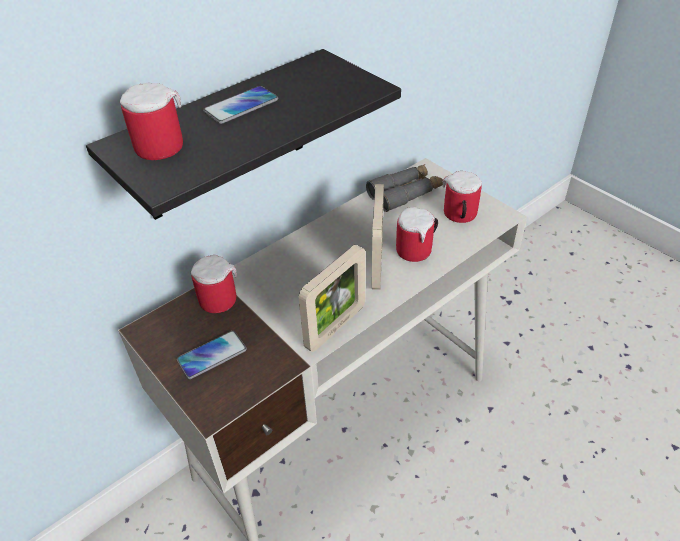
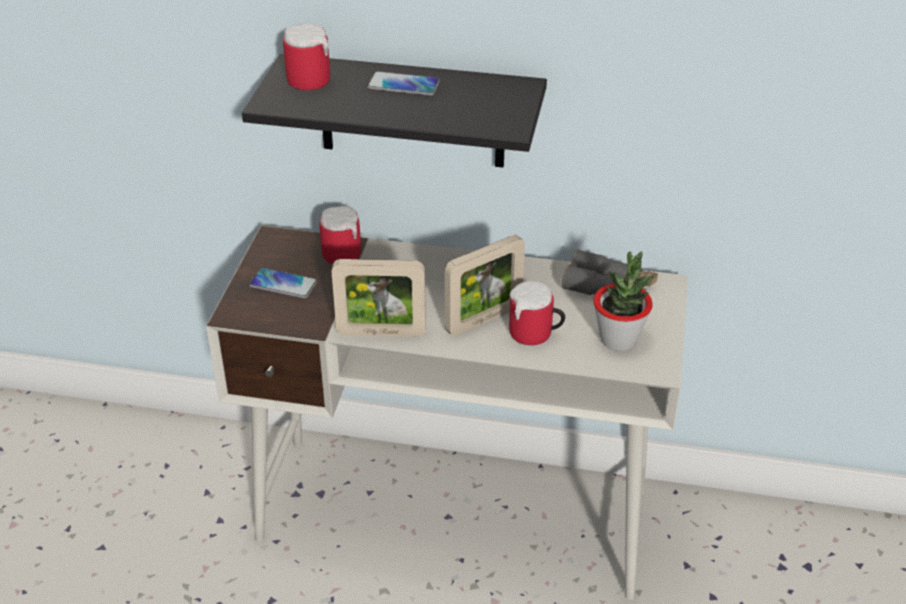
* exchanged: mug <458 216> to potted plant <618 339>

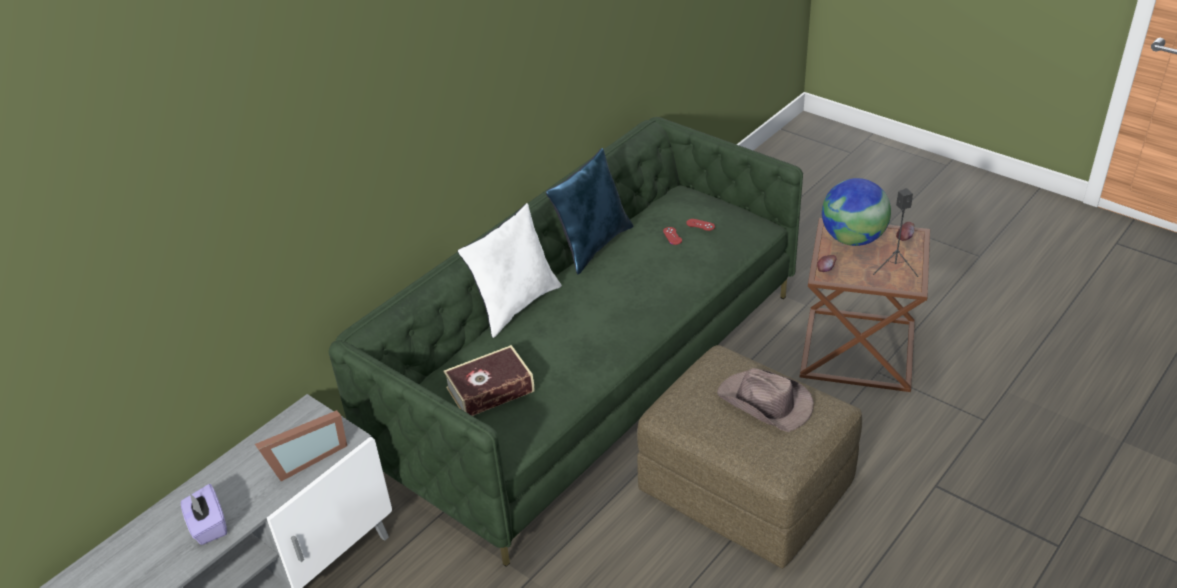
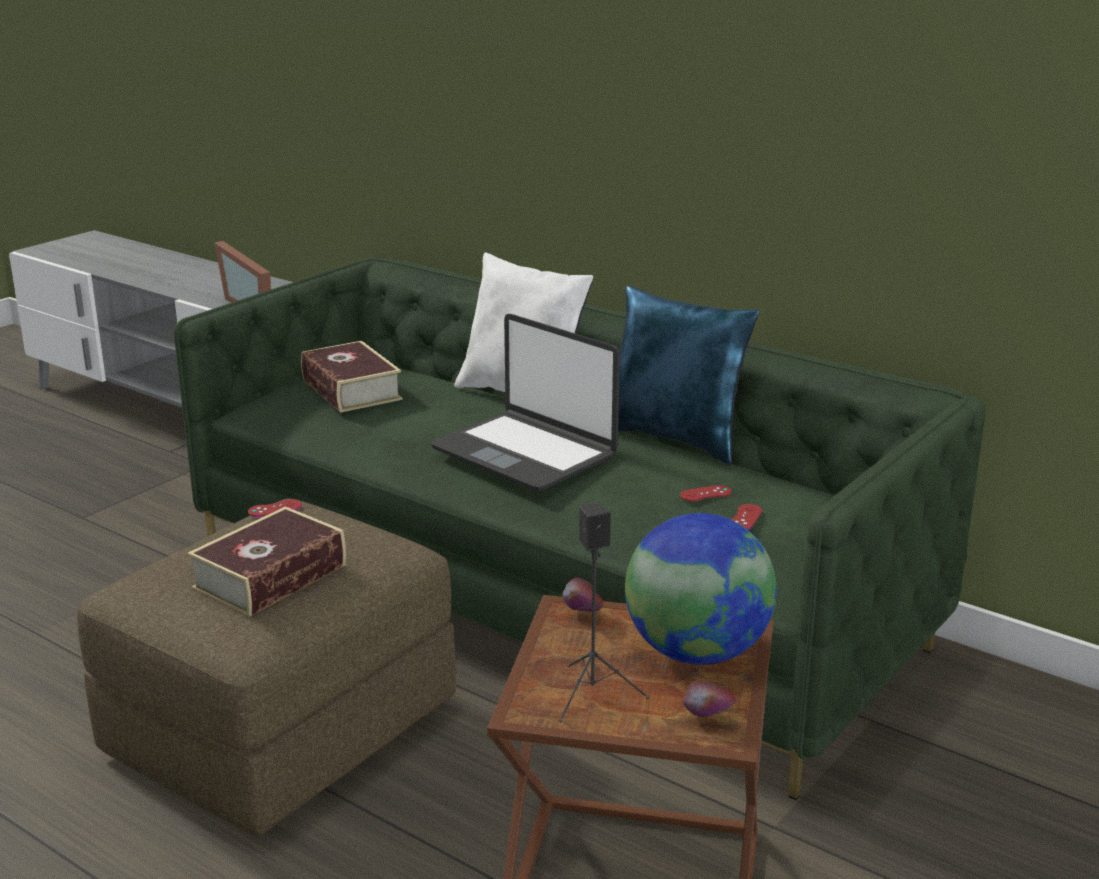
* missing: tissue holder (purple-coloured) <208 526>
* appeared: game controller (red) <275 508>
* appeared: notebook computer <525 452>
* exchanged: wearable hat (brown-coloured) <765 403> to bound book <270 577>

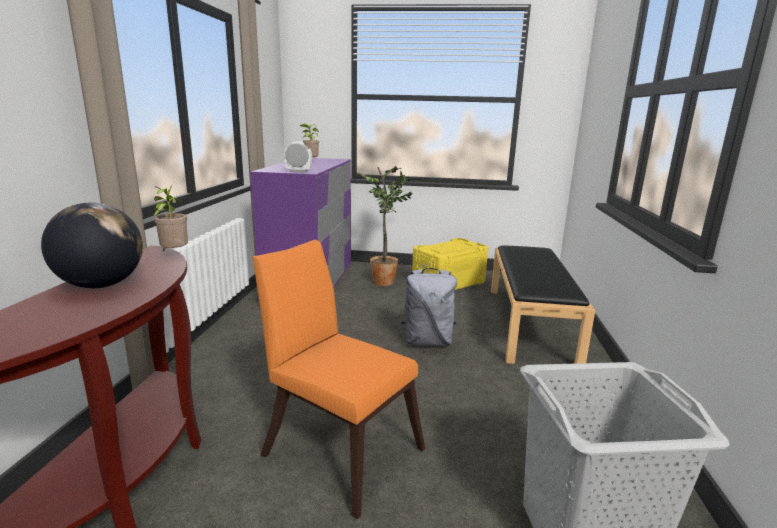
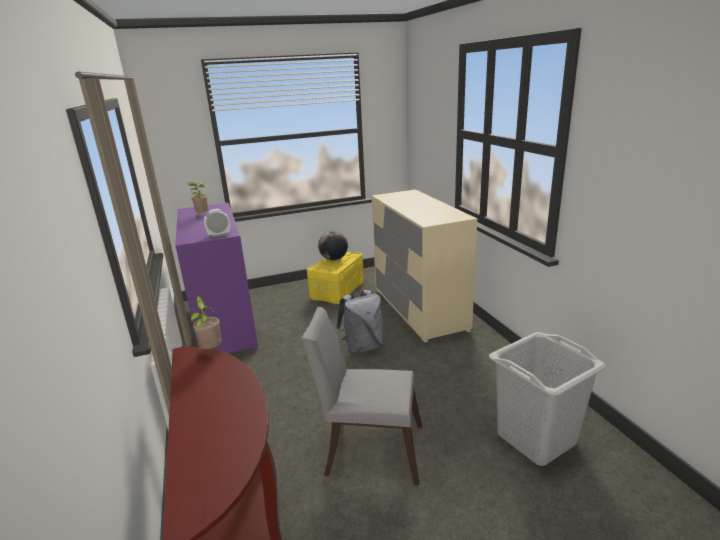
* missing: potted plant <384 281>
* relocated: world globe <101 285> to <334 259>
* exchanged: bench (black-coloured) <530 323> to chest of drawers (beige-coloured) <419 309>
* colour: upright chair (orange-coloured) <337 447> to upright chair (grey) <368 448>

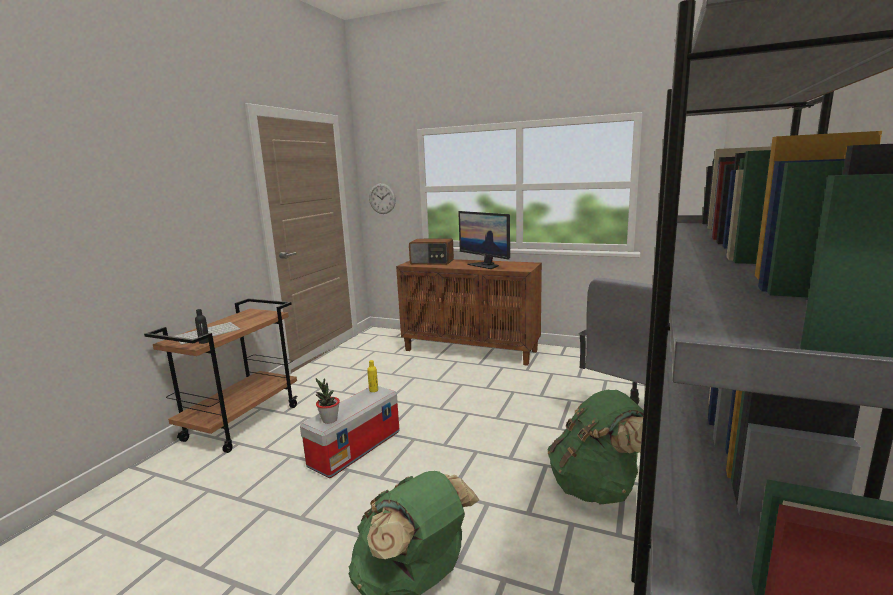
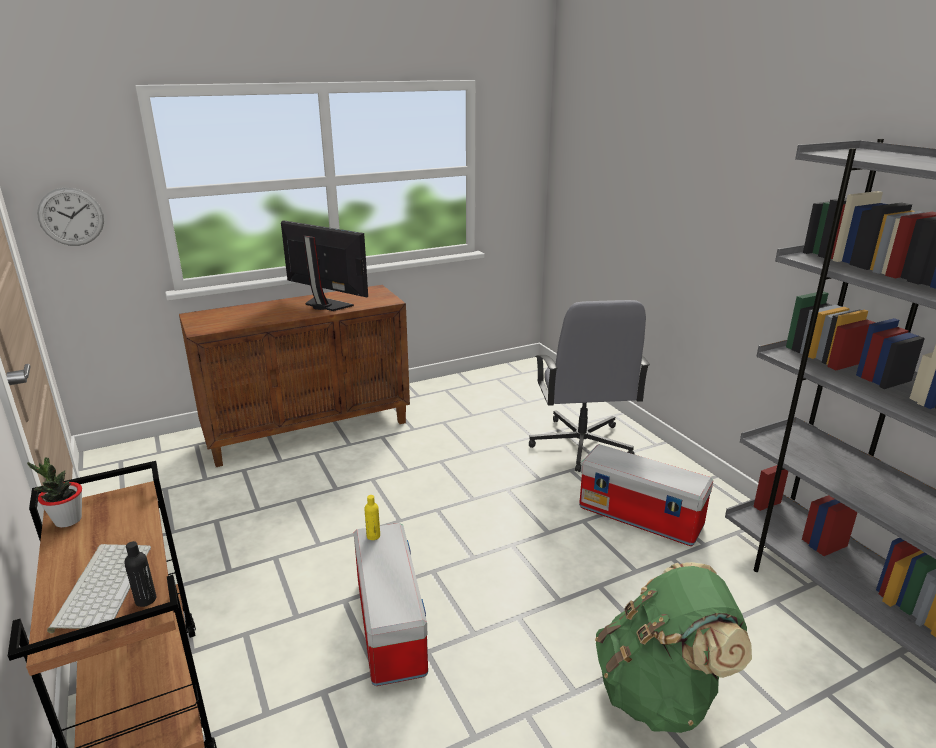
* missing: radio receiver <432 262>
* relocated: potted plant <329 420> to <68 520>
* exchanged: backpack (green) <596 487> to storage box <641 516>
* spun: computer display <485 265> = <325 305> 150 degrees counterclockwise

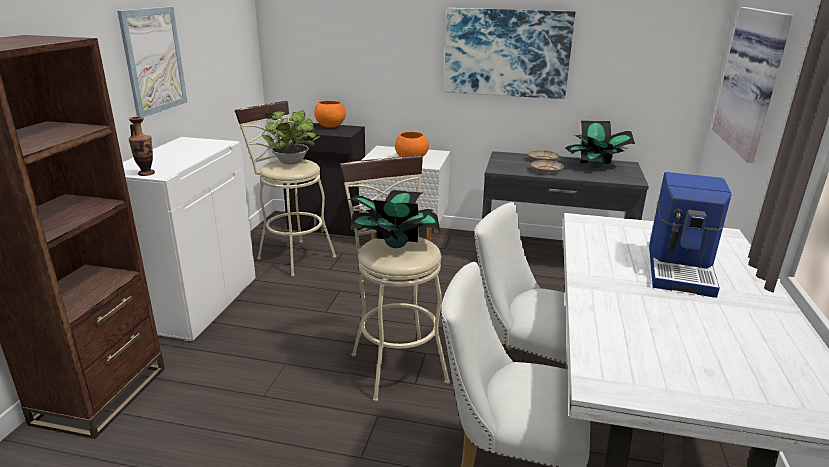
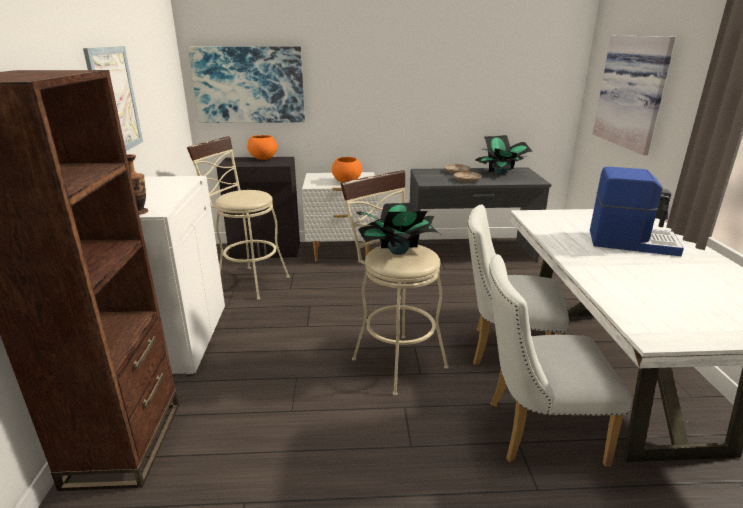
* missing: potted plant <293 163>
* relocated: picture <506 53> to <249 85>
* spun: coffee brewer <681 269> = <631 242> 75 degrees counterclockwise

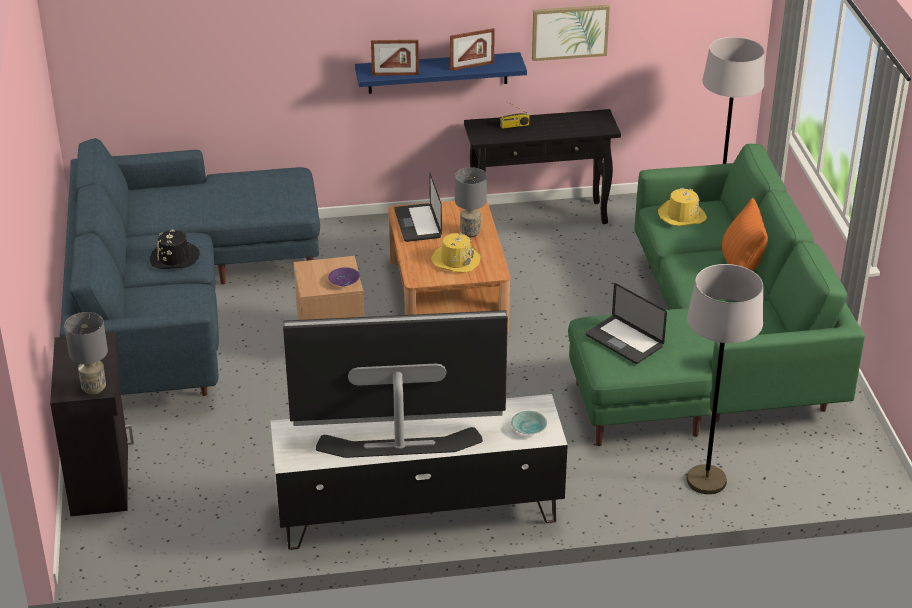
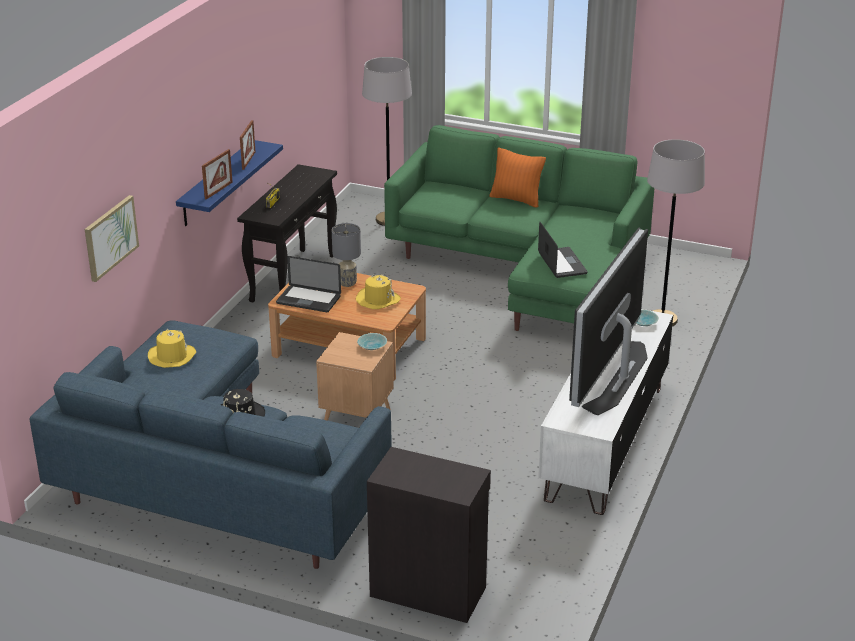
* missing: tabletop lamp (grey) <94 388>
* relocated: picture <570 32> to <110 237>
* relocated: wearable hat (yellow) <681 215> to <171 356>
* colour: bowl (purple-coloured) <343 282> to bowl (turquoise) <372 347>
* spun: notebook computer <624 341> = <562 263> 90 degrees counterclockwise

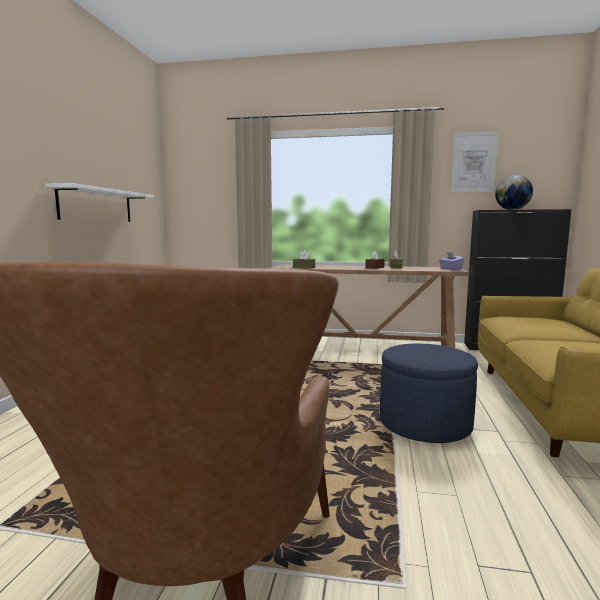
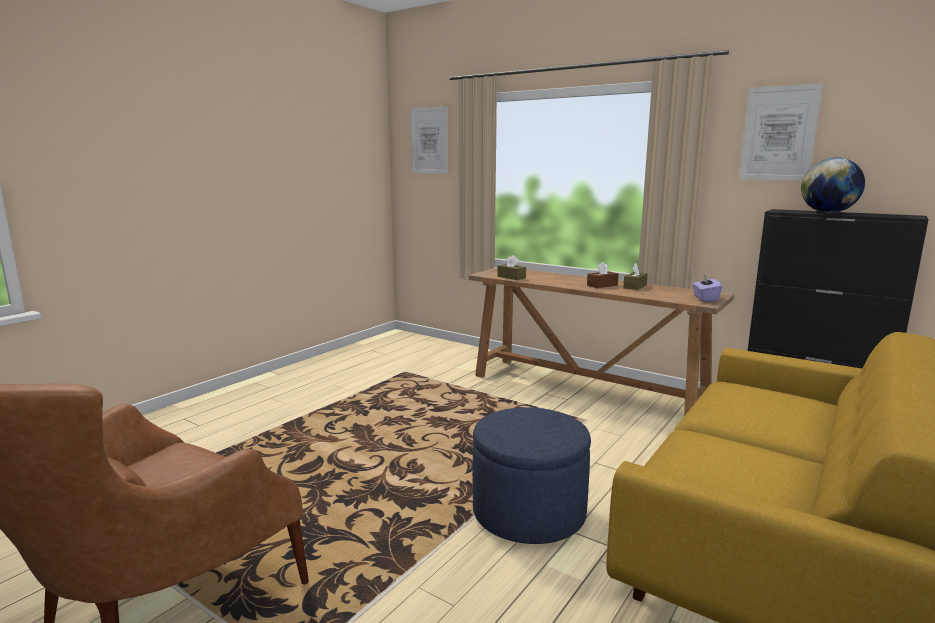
* missing: wall shelf (white) <96 205>
* appeared: picture <429 140>

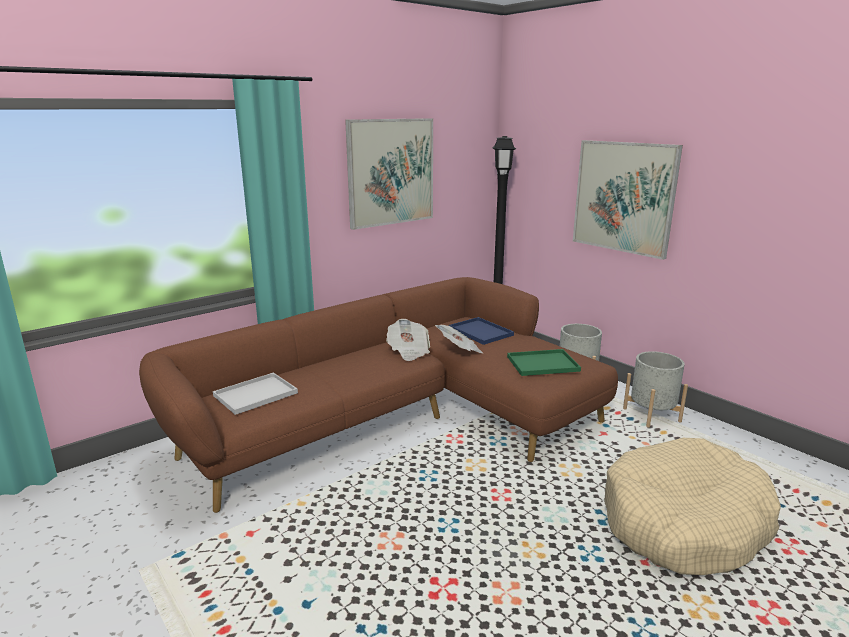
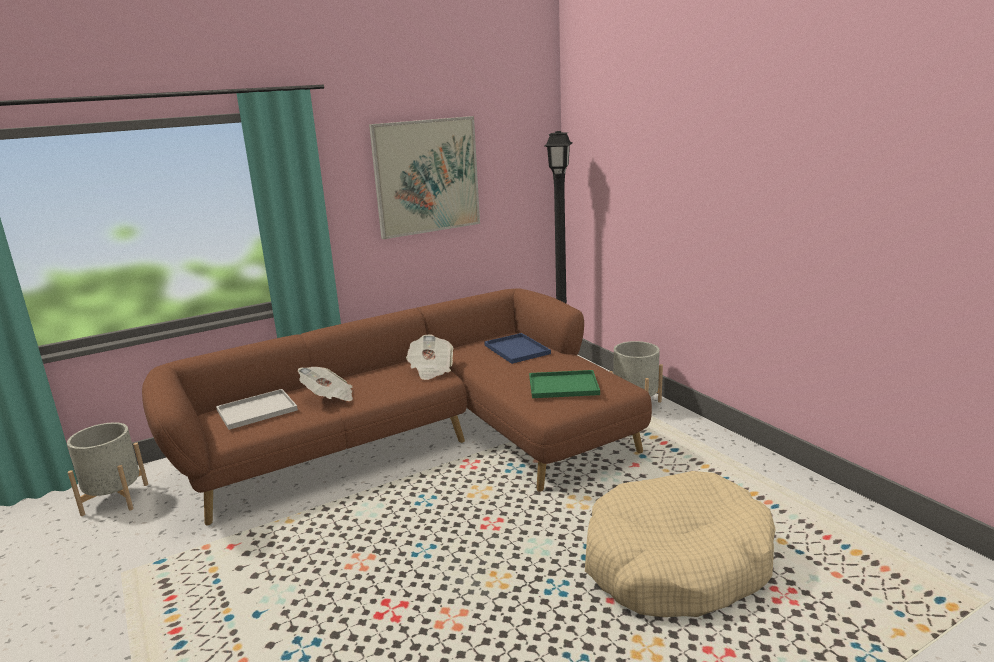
* missing: picture <624 197>
* relocated: printed paper <459 350> to <329 397>
* relocated: planter (grey) <651 415> to <115 499>

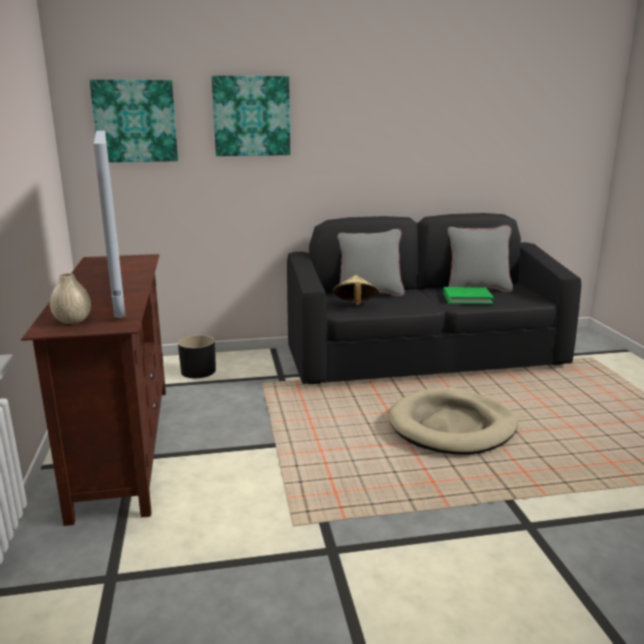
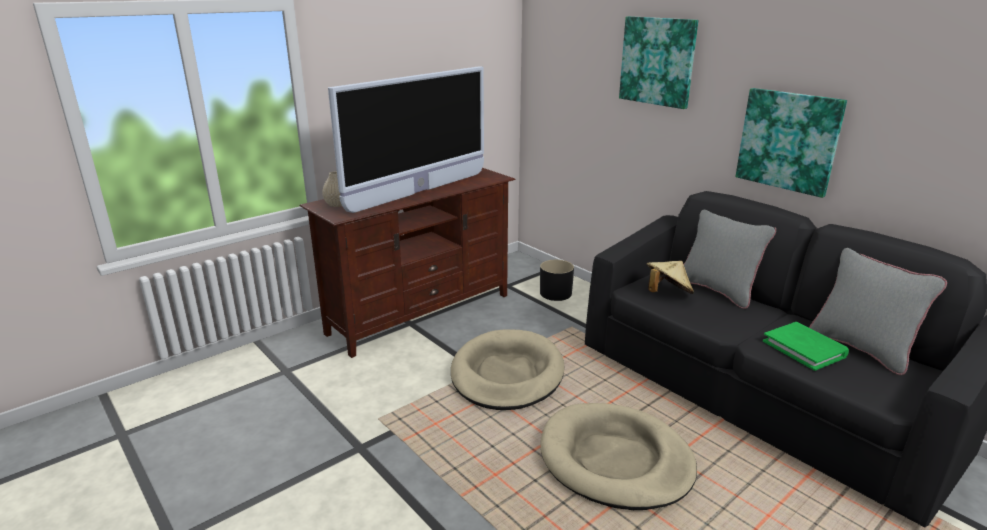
* appeared: dog cushion (beige-coloured) <507 374>
* relocated: picture <135 121> to <788 141>

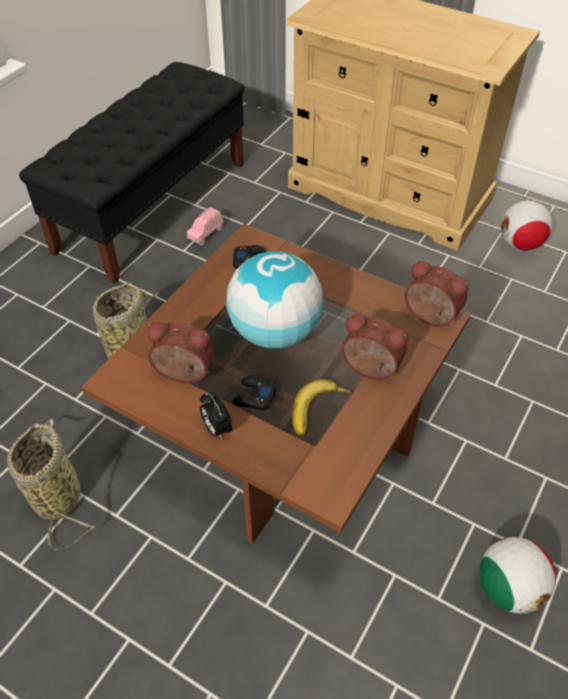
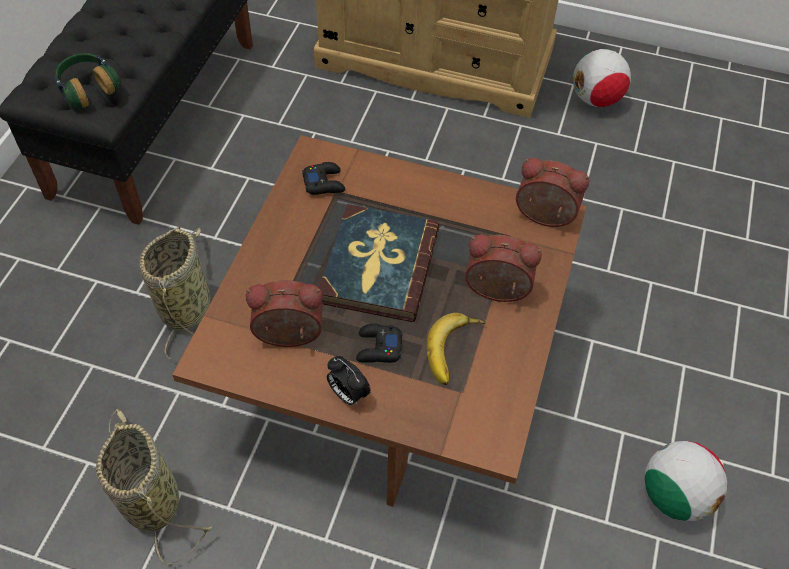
* missing: toy car (pinkish) <206 234>
* appeared: headset <88 89>
* exchanged: world globe <274 332> to bound book <378 266>

